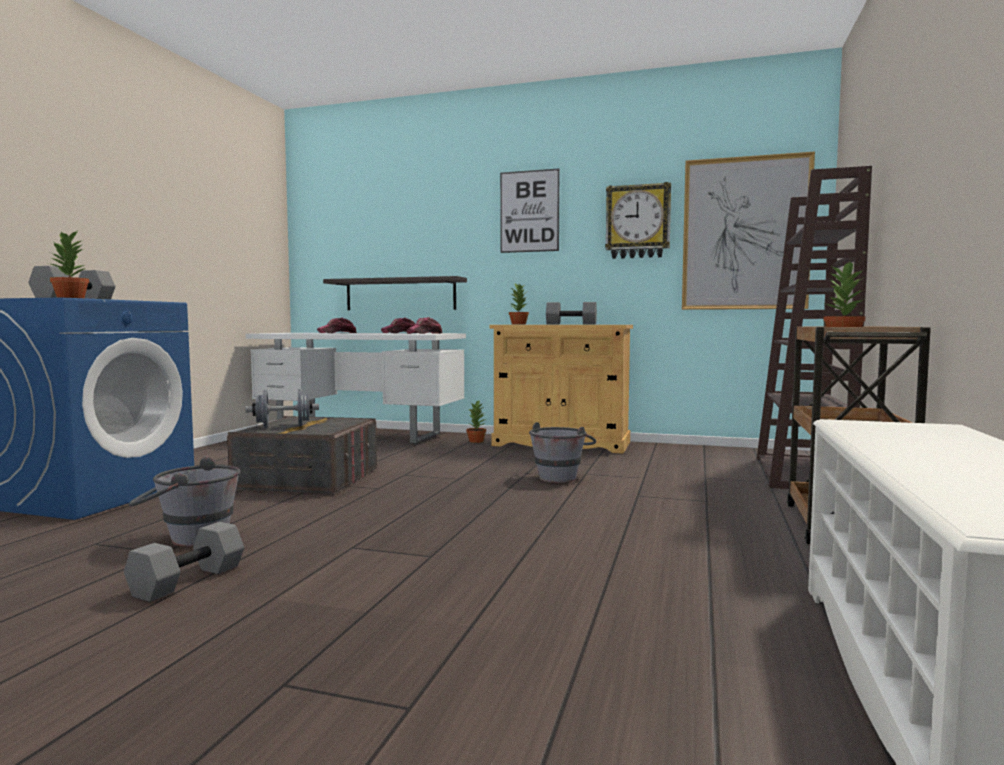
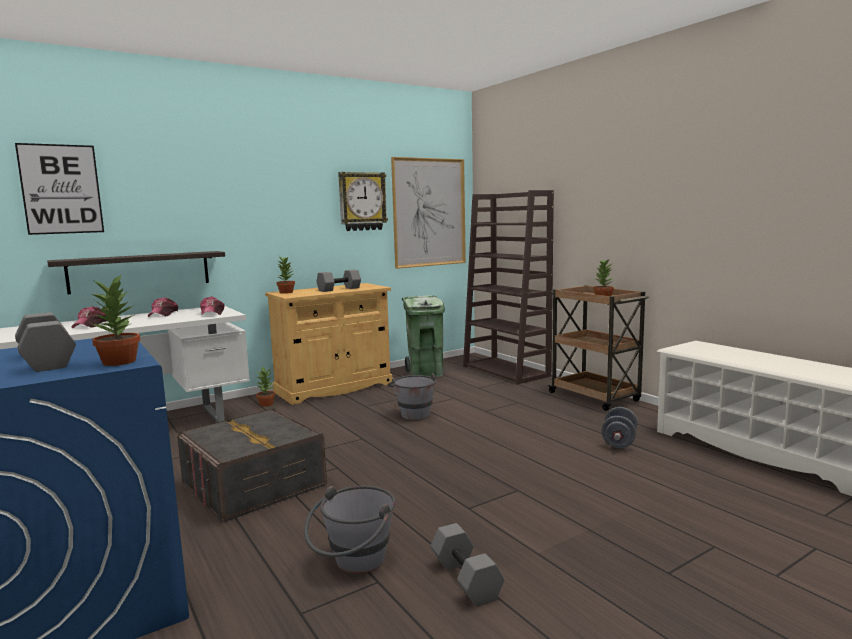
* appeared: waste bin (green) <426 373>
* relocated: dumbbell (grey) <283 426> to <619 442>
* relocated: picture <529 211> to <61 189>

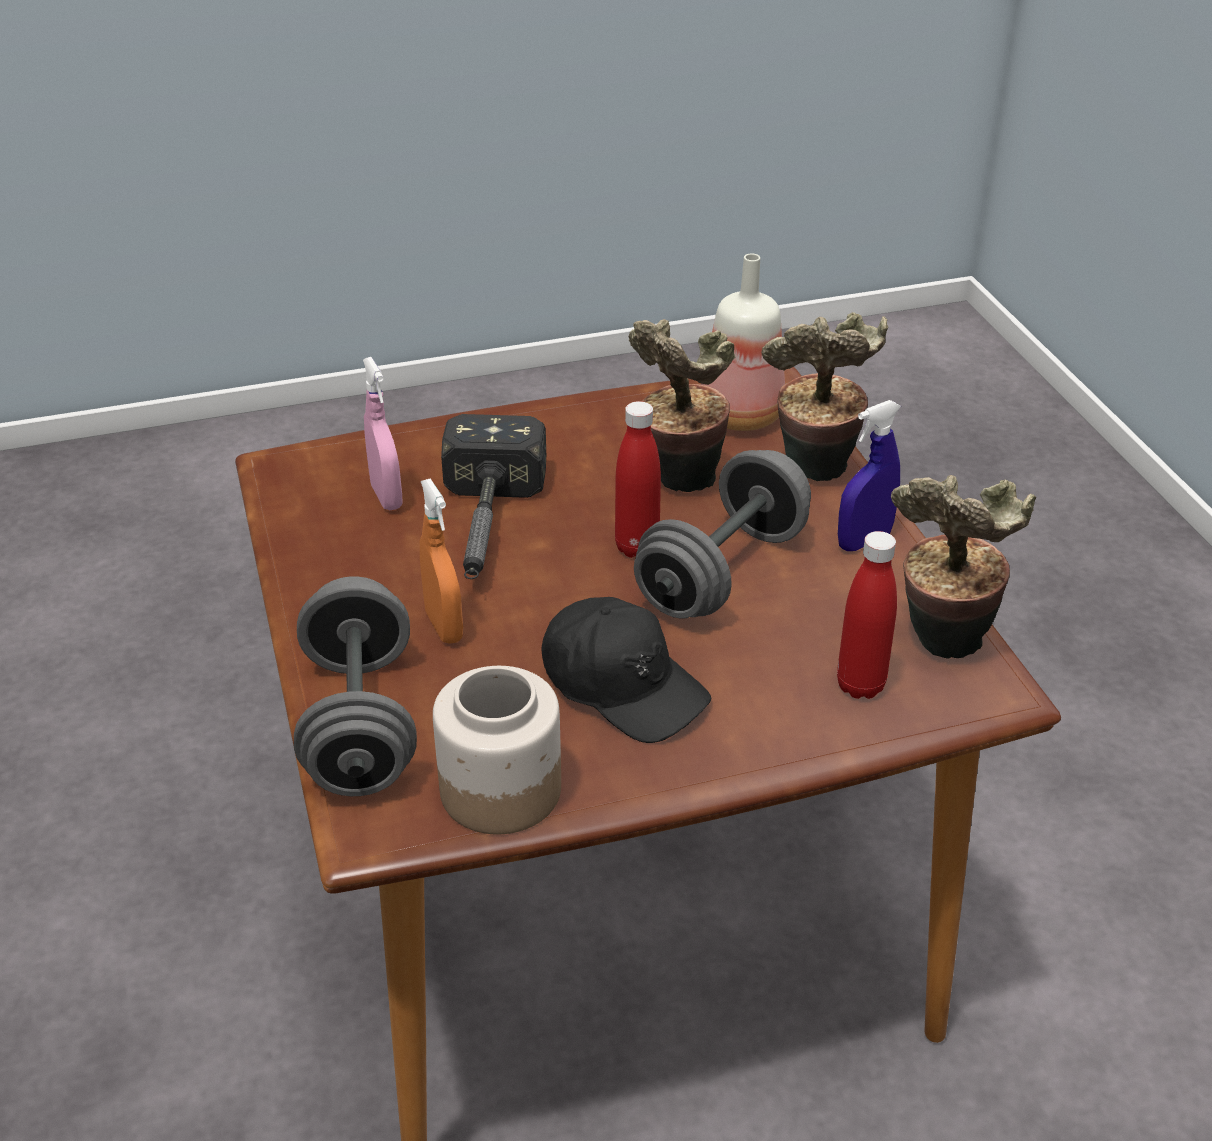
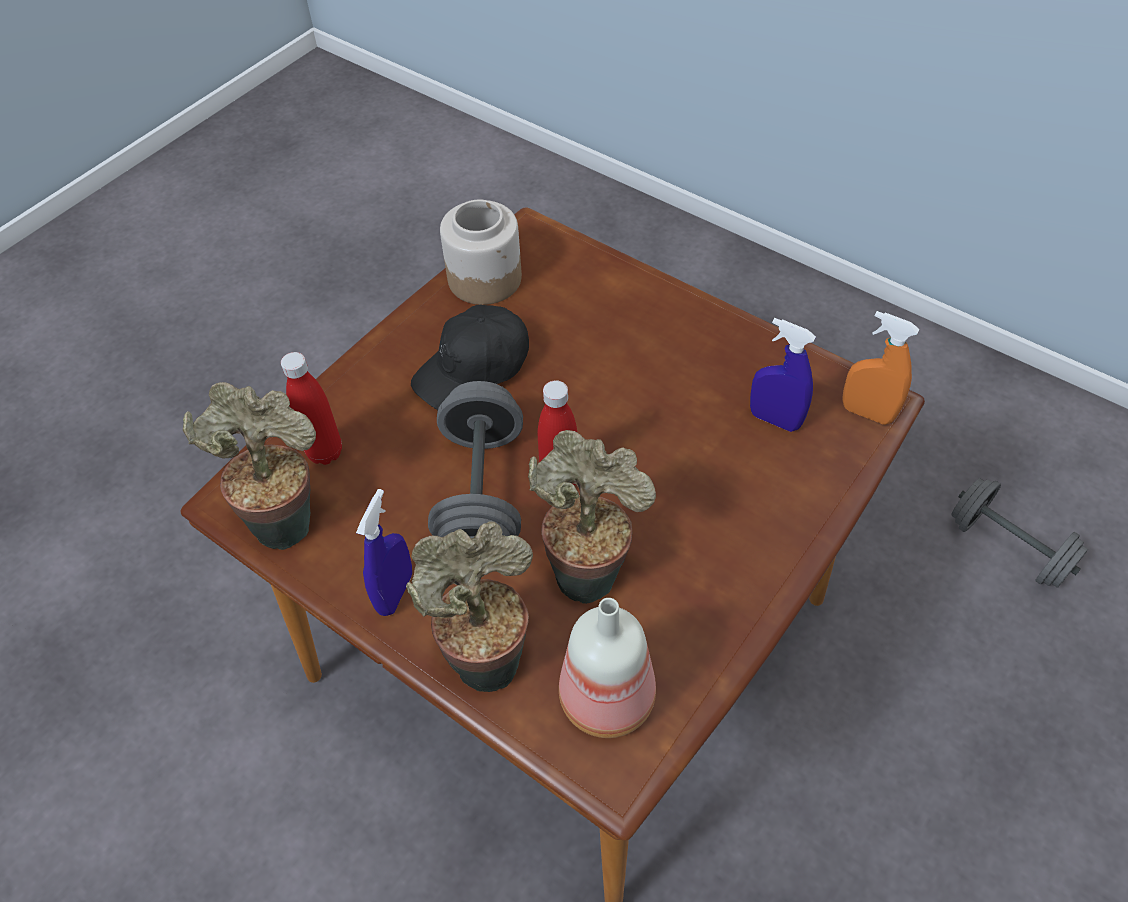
* missing: tool hammer <486 530>
* relocated: dumbbell (grey) <360 724> to <1007 547>
* relocated: spray bottle (orange-coloured) <444 627> to <867 413>
* colour: spray bottle (pinkish) <386 497> to spray bottle (blue) <774 420>
* spun: baseball cap (black-coloured) <623 686> = <473 370> 45 degrees counterclockwise

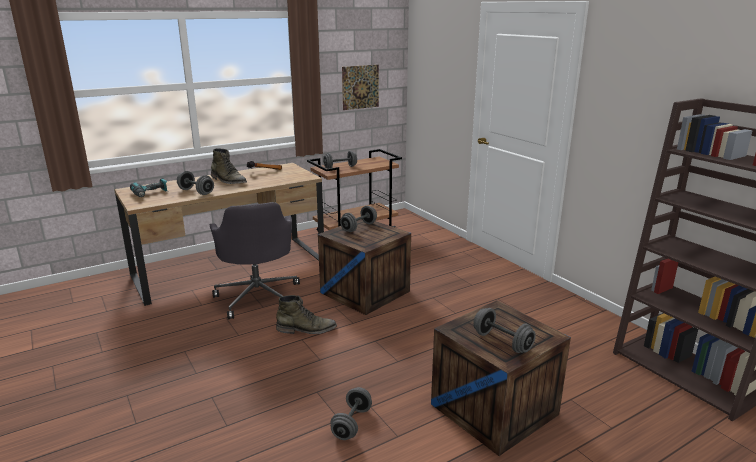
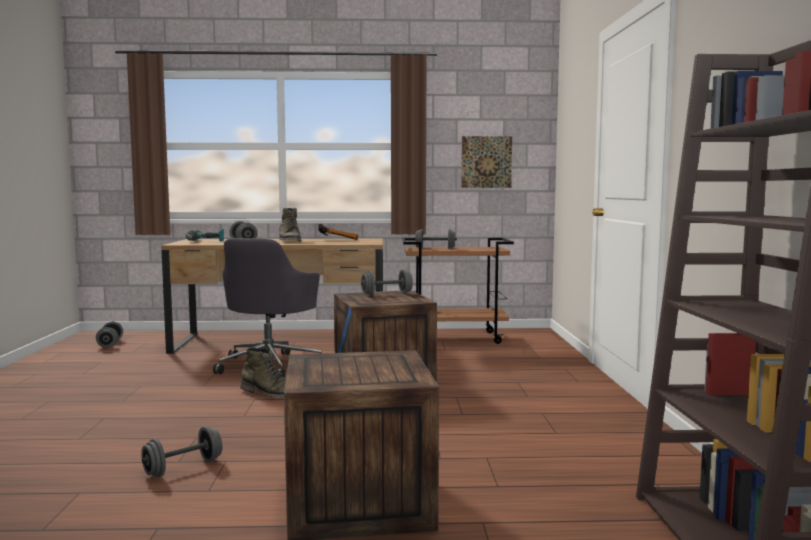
* relocated: dumbbell (grey) <502 342> to <110 344>

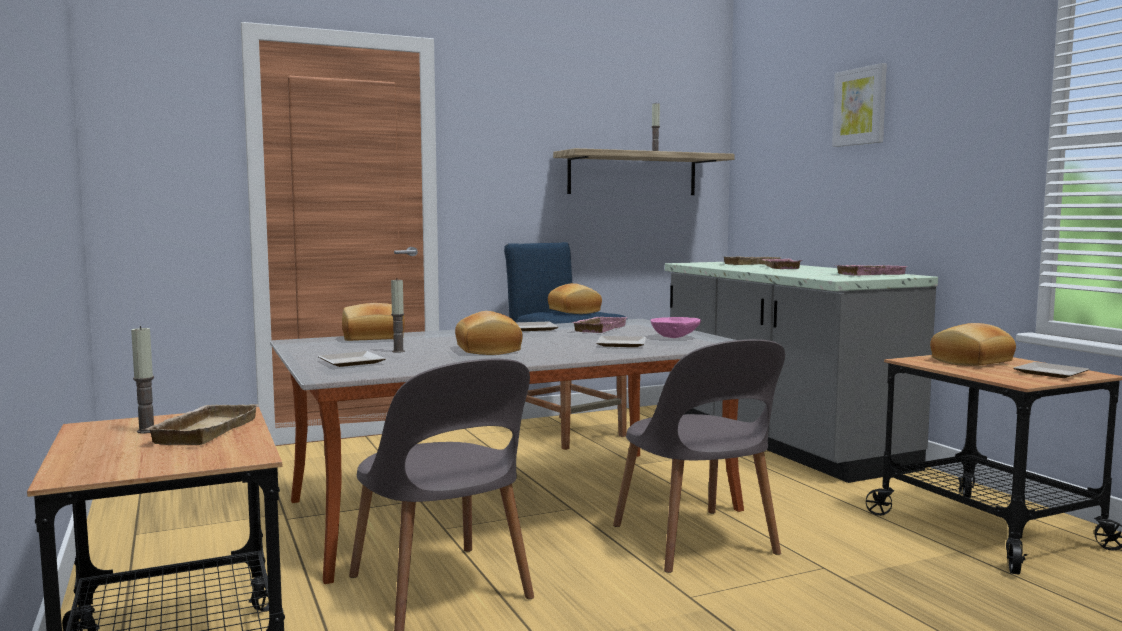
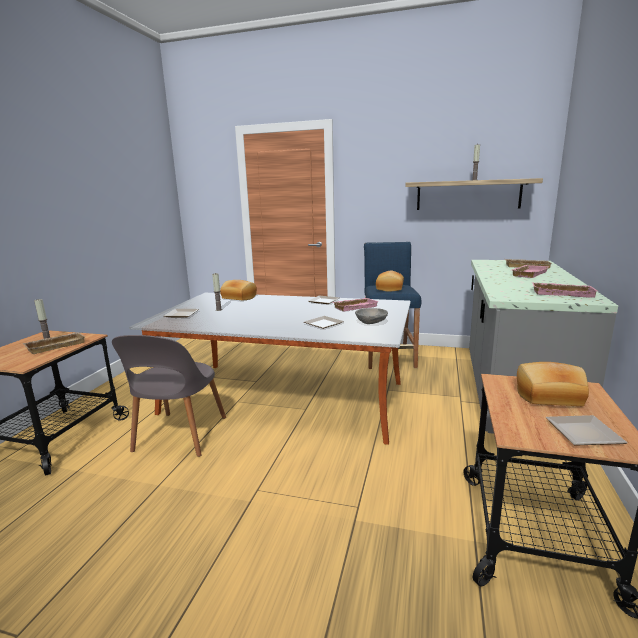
* missing: bakery bread <486 350>
* missing: upright chair (grey) <696 542>
* missing: picture <860 106>
* colour: bowl (pinkish) <676 337> to bowl (grey) <371 323>

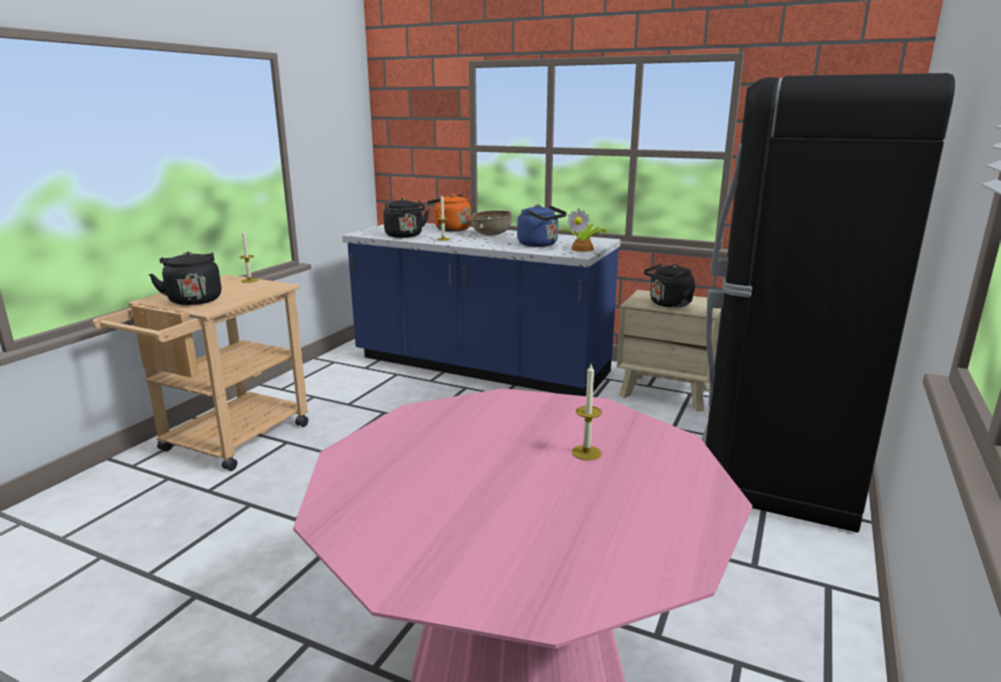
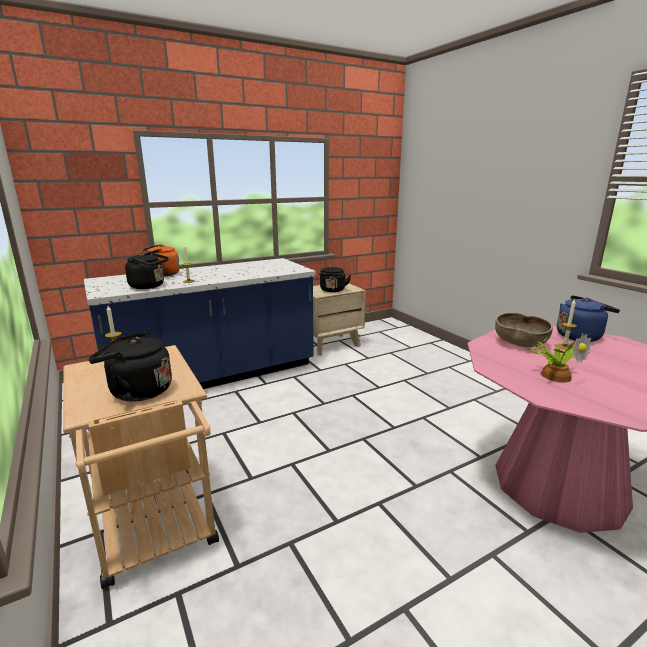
* missing: refrigerator (black-coloured) <777 463>
* relocated: bowl (brown-coloured) <492 234> to <520 344>
* relocated: tea kettle (blue) <540 245> to <580 336>
* relocated: potted plant <583 249> to <555 375>

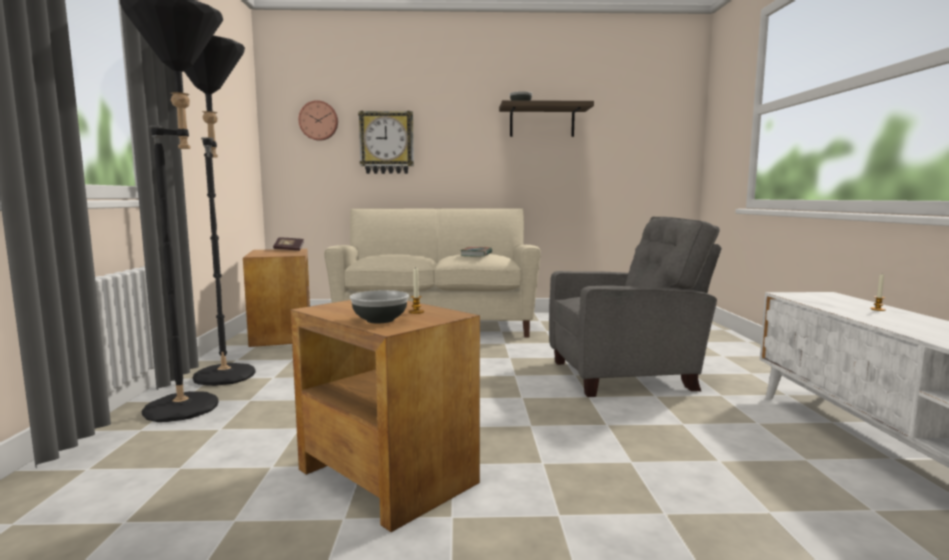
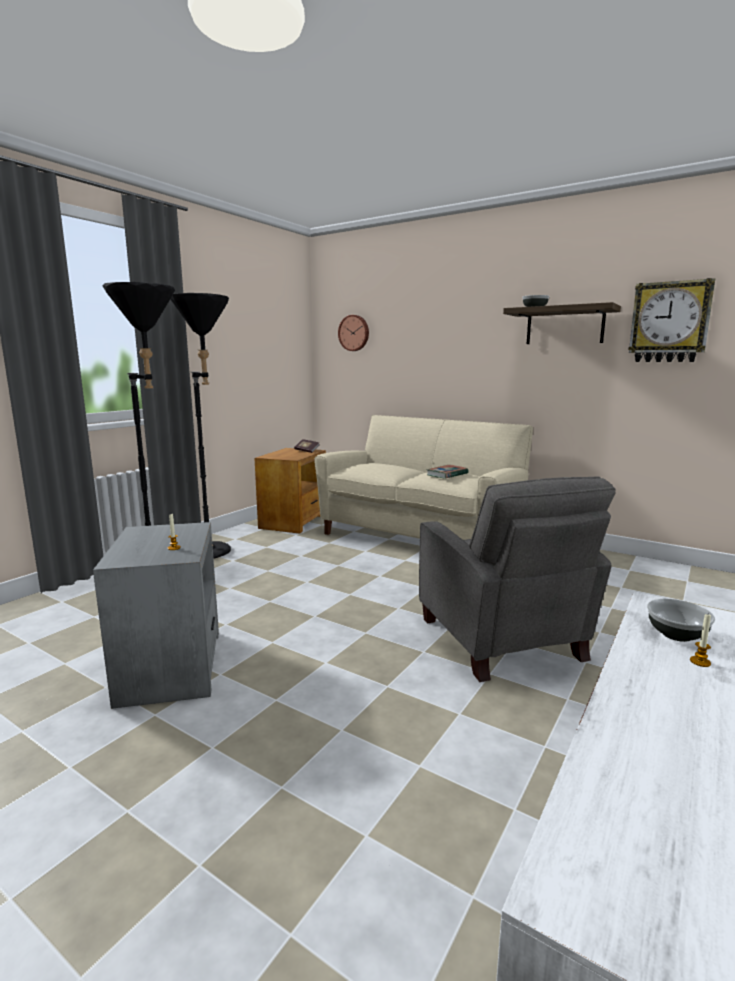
* relocated: bowl <380 320> to <676 635>
* relocated: wall clock <387 143> to <669 322>
* colour: side table (brown-coloured) <387 475> to side table (grey) <172 665>
* spun: easy chair (grey) <625 376> = <502 640> 45 degrees clockwise

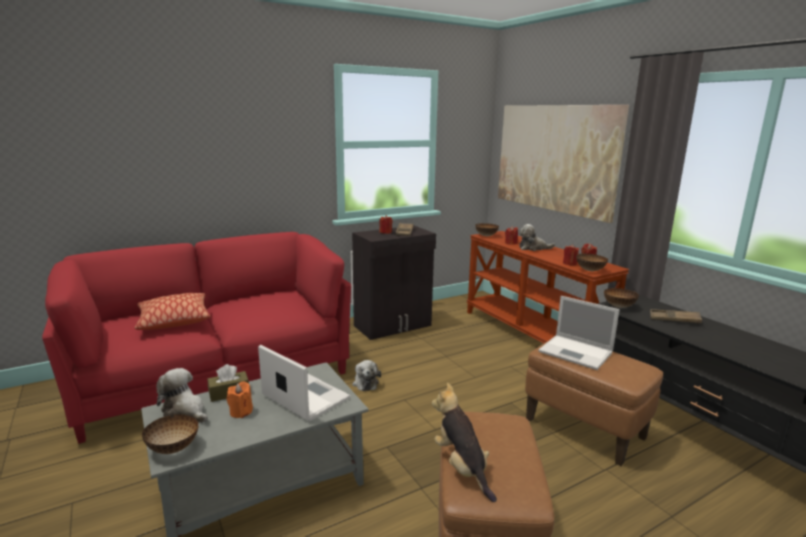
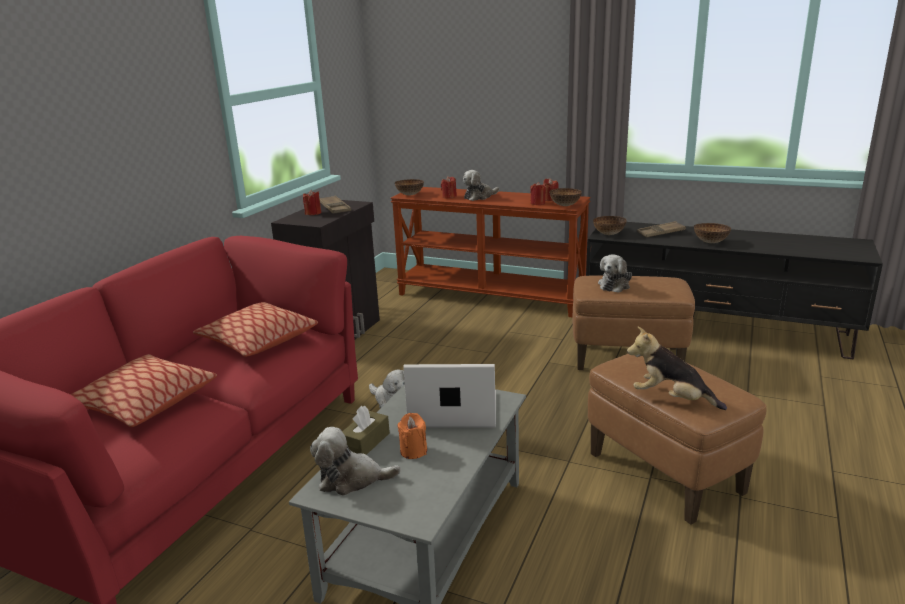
* missing: picture <554 158>
* appeared: cushion <258 340>
* relocated: bowl <174 448> to <711 242>
* exchanged: notebook computer <577 352> to plush toy <615 285>

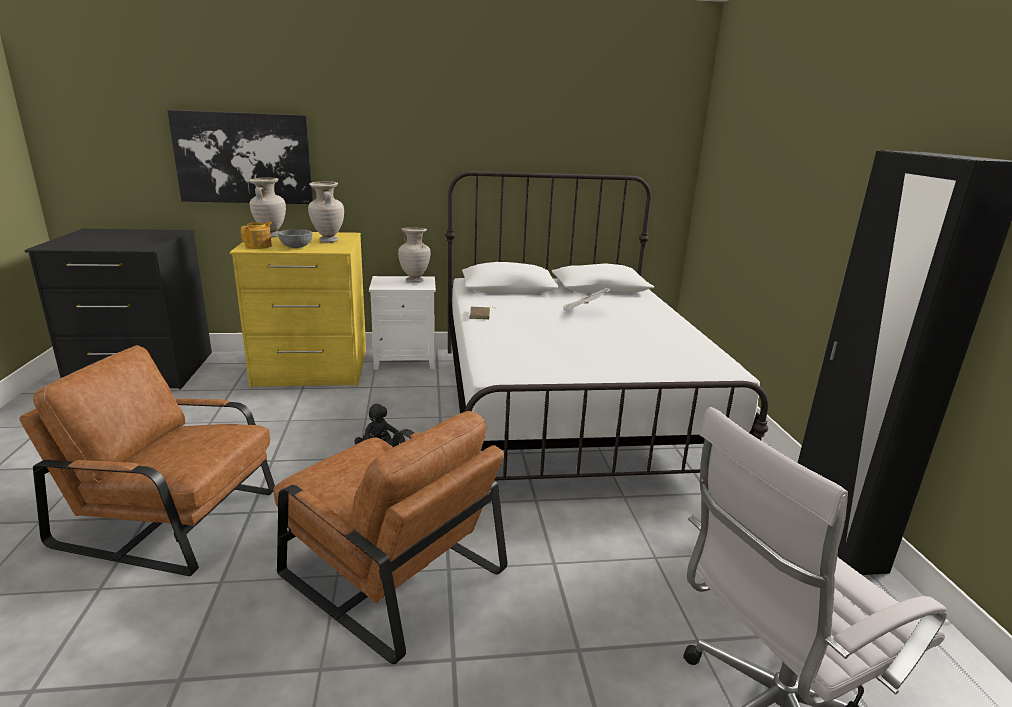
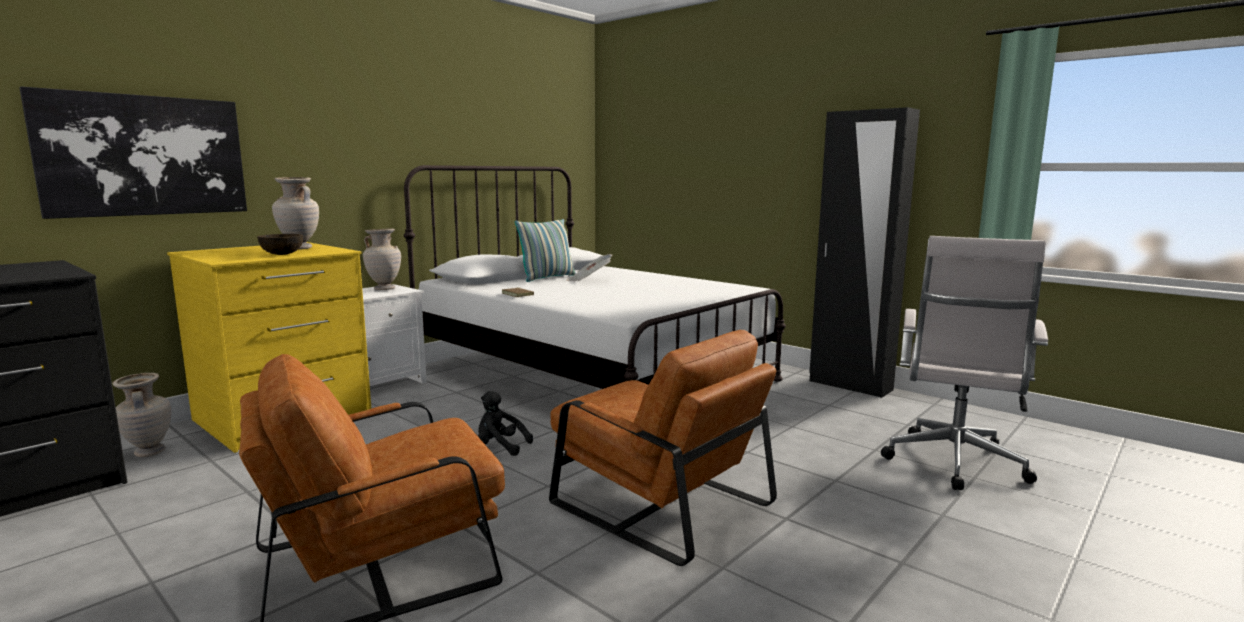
* missing: teapot <259 246>
* appeared: cushion <547 277>
* relocated: flower vase (beige-coloured) <271 236> to <148 452>
* colour: bowl (grey) <296 247> to bowl (brown-coloured) <282 254>
* spun: easy chair (brown-coloured) <389 571> = <657 502> 45 degrees clockwise

